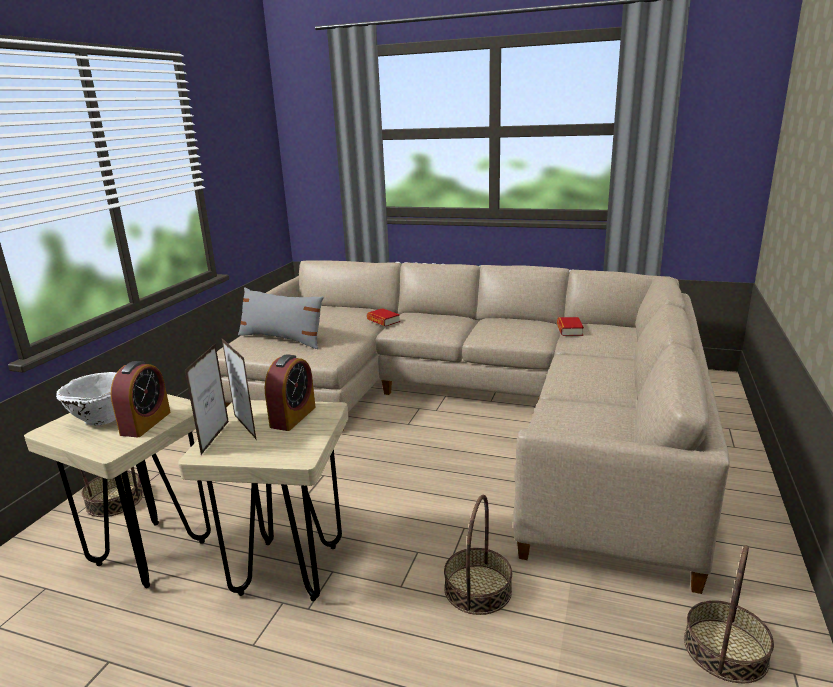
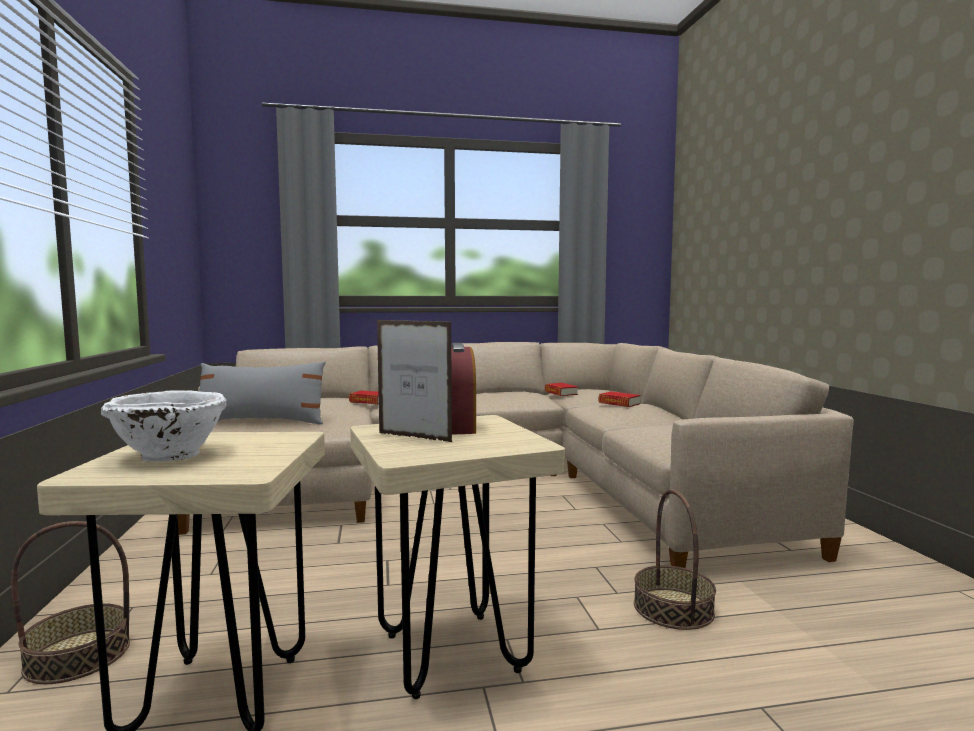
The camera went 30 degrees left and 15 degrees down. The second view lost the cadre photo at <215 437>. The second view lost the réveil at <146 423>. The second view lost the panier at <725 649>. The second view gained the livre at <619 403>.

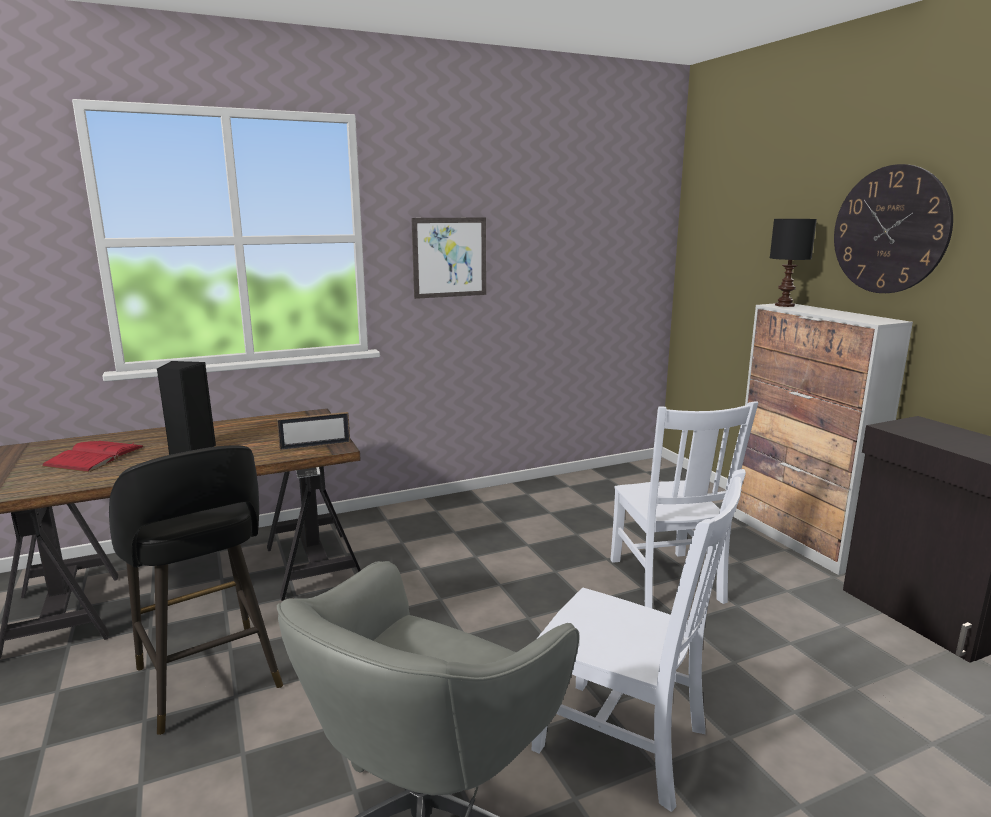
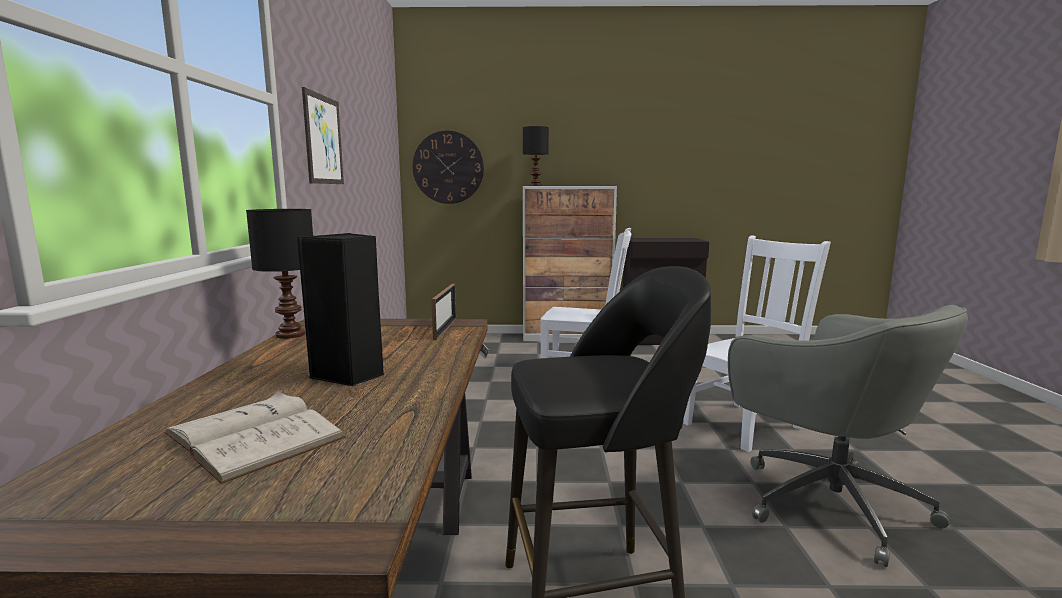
The camera went 65 degrees left and 5 degrees down. The horloge murale ended up elsewhere, having gone from <890 230> to <448 167>. What was the livre/rouge at <95 456> turned into the livre/blanc at <254 435>. The second view gained the lampe de table/noir at <291 334>.

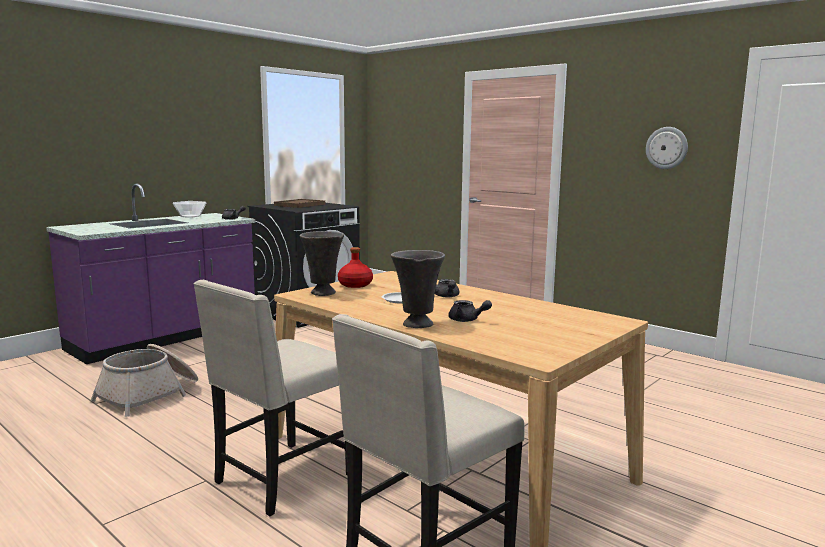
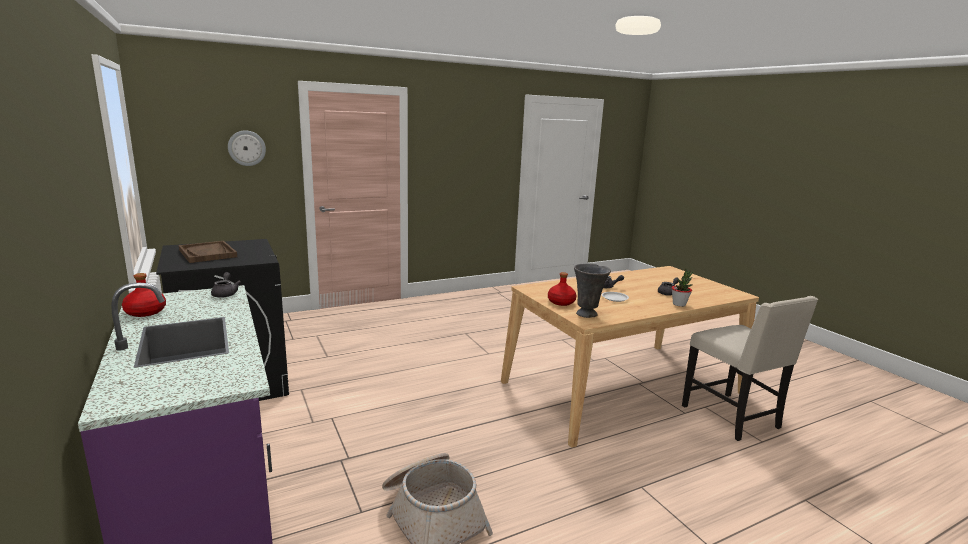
The camera went 70 degrees left and 5 degrees up. The horloge murale ended up elsewhere, having gone from <666 148> to <246 148>. Where the bol stood at <190 216>, the bouteille/rouge came to stand at <145 312>. Where the vase/gris stood at <416 325>, the plante en pot came to stand at <679 304>. The second view lost the chaise/beige at <281 479>.

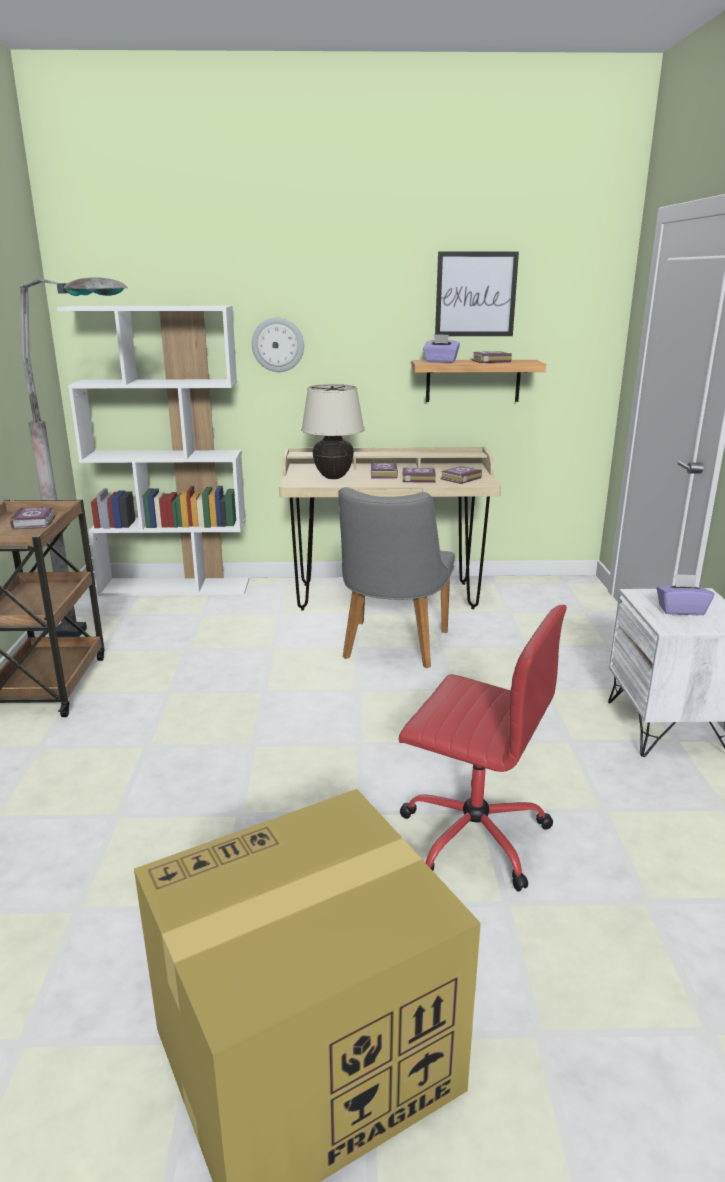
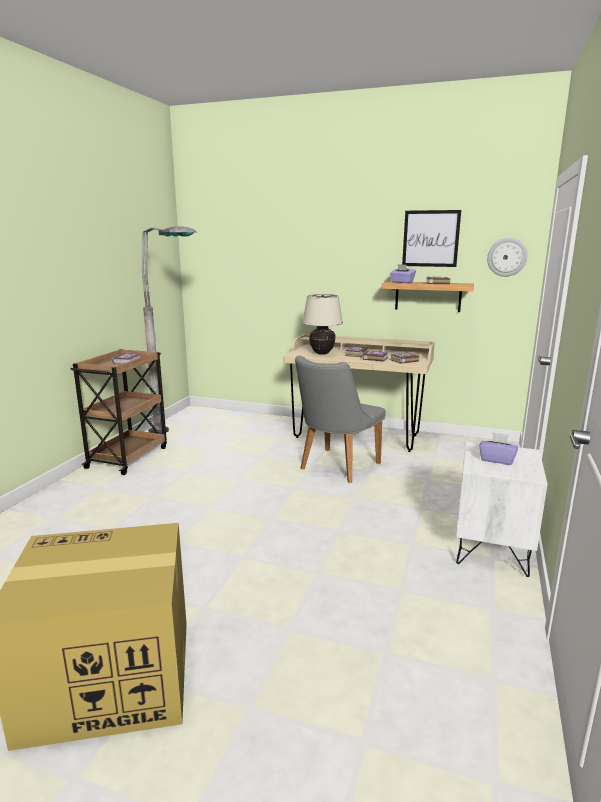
The camera went 20 degrees right and 5 degrees down. The second view lost the bibliothèque/blanc at <176 587>. The horloge murale ended up elsewhere, having gone from <278 345> to <507 257>. The second view lost the chaise de bureau/rouge at <471 835>.

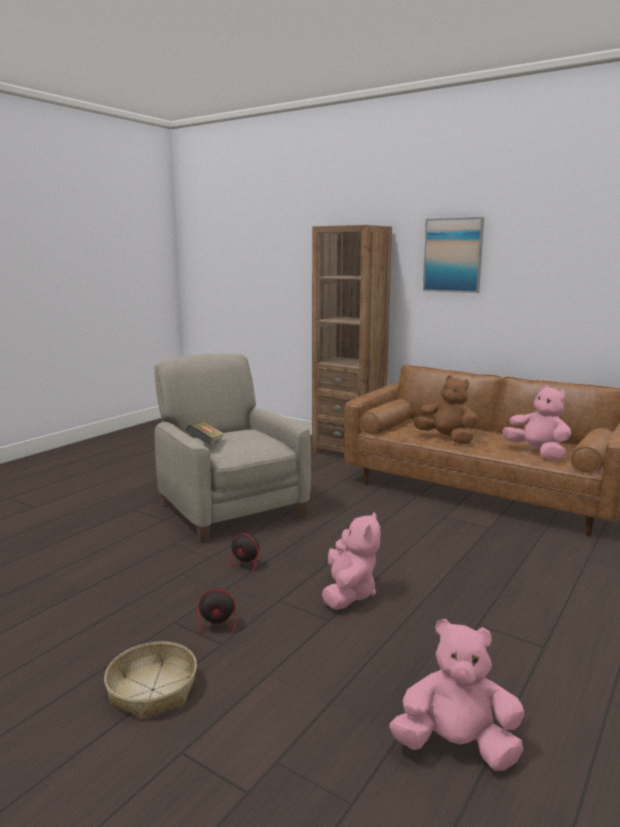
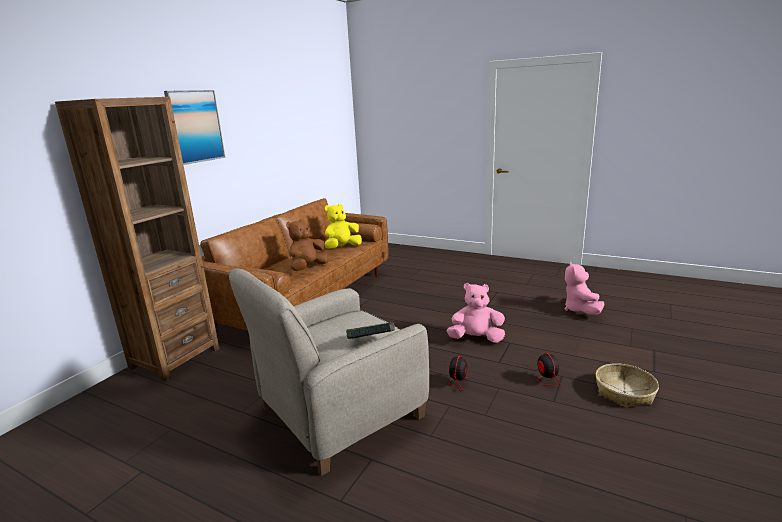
The camera went 95 degrees left and 5 degrees up. What was the peluche/rose at <537 453> turned into the peluche/jaune at <342 248>.

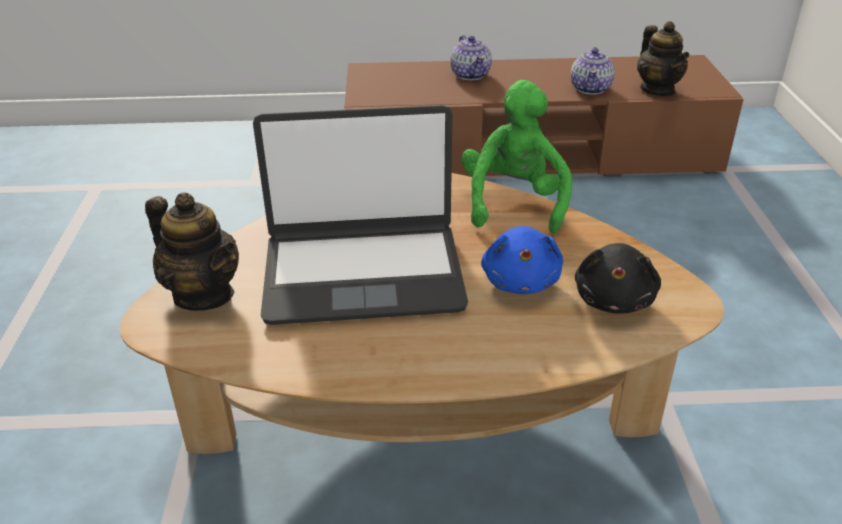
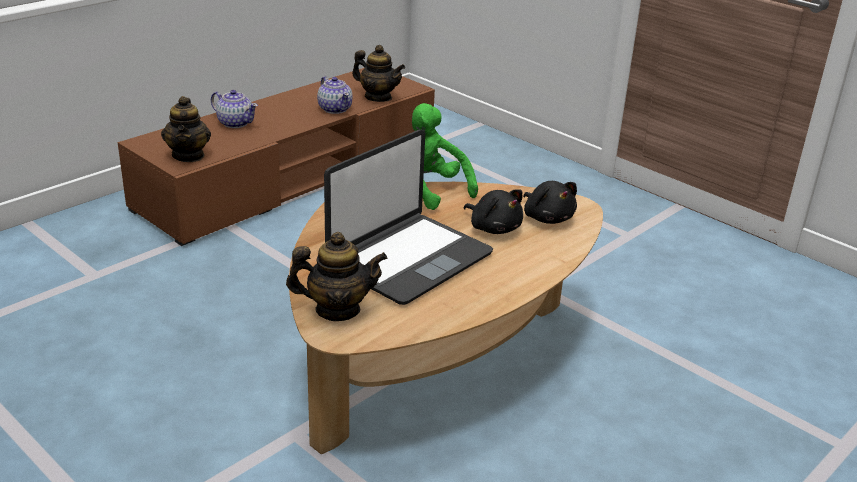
The camera went 45 degrees left and 5 degrees down. What was the peluche/bleu at <521 281> turned into the peluche/noir at <494 228>. The second view gained the théière at <188 155>.

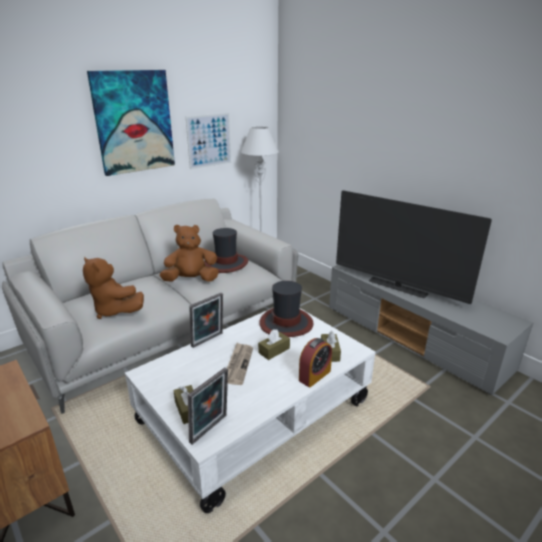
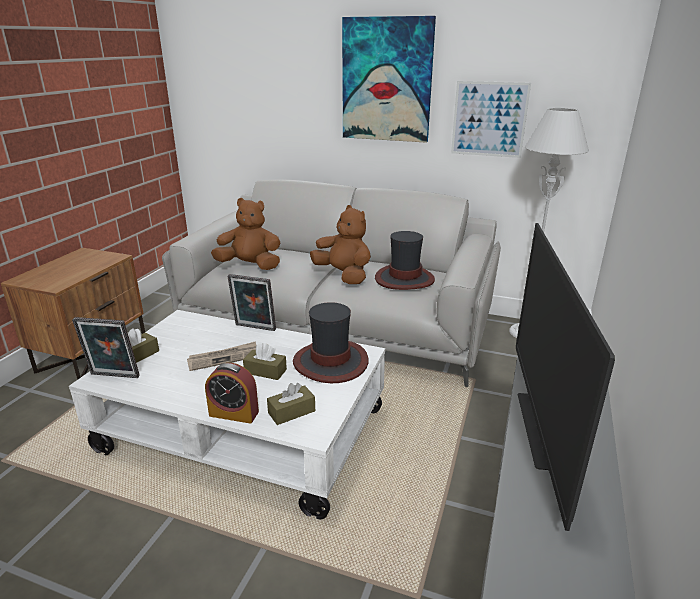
The camera went 60 degrees right and 0 degrees up. The peluche/marron at <115 310> ended up facing another way, 90 degrees clockwise from before.

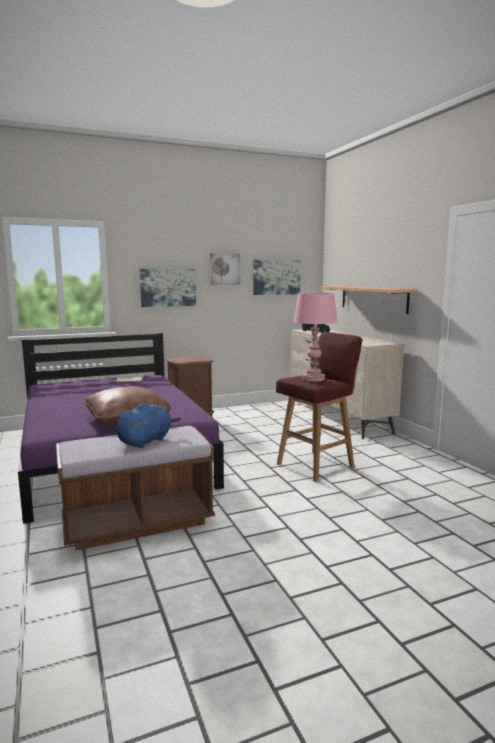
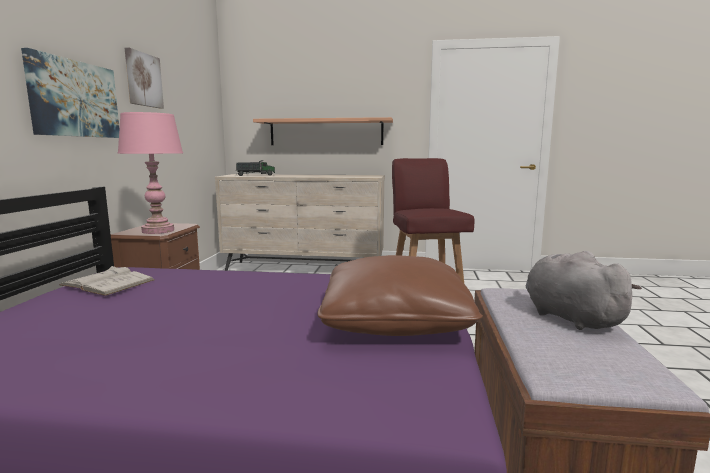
The camera went 60 degrees left and 0 degrees up. The second view lost the tableau at <276 277>. The lampe de table/rose ended up elsewhere, having gone from <313 379> to <158 231>. What was the peluche/bleu at <146 441> turned into the peluche/gris at <568 317>.

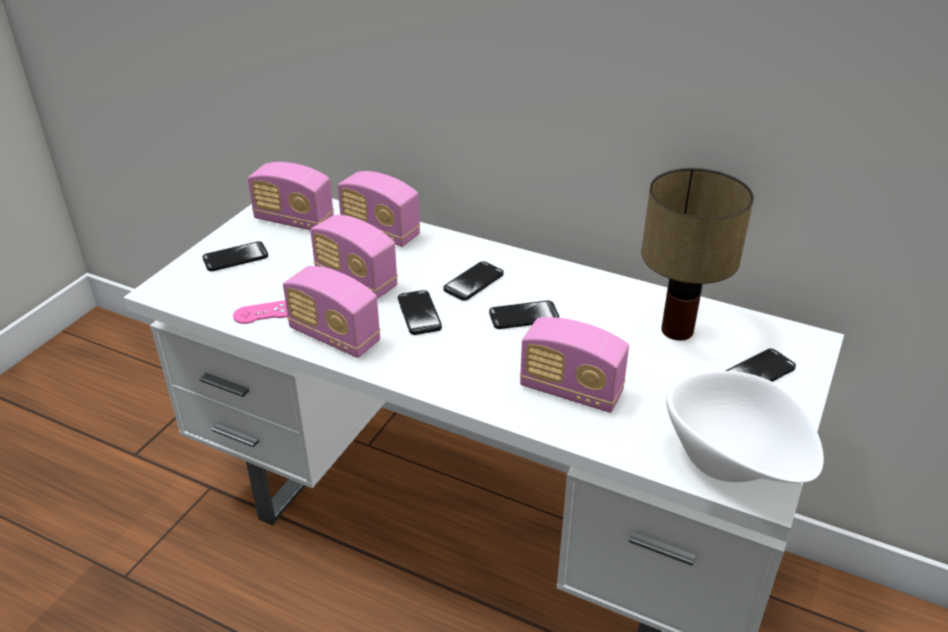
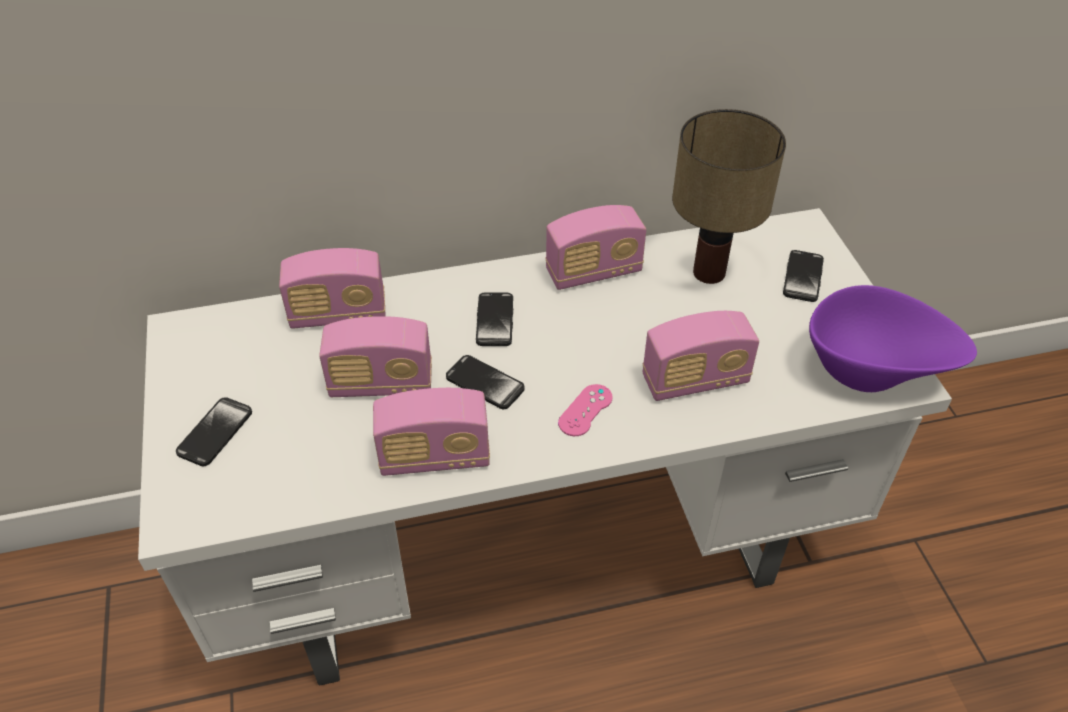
The camera went 40 degrees left and 10 degrees up. The radio ended up elsewhere, having gone from <294 221> to <593 272>. The manette/rose ended up elsewhere, having gone from <264 312> to <585 410>. The second view lost the téléphone at <523 316>. What was the bol/blanc at <734 467> turned into the bol/violet at <872 372>.

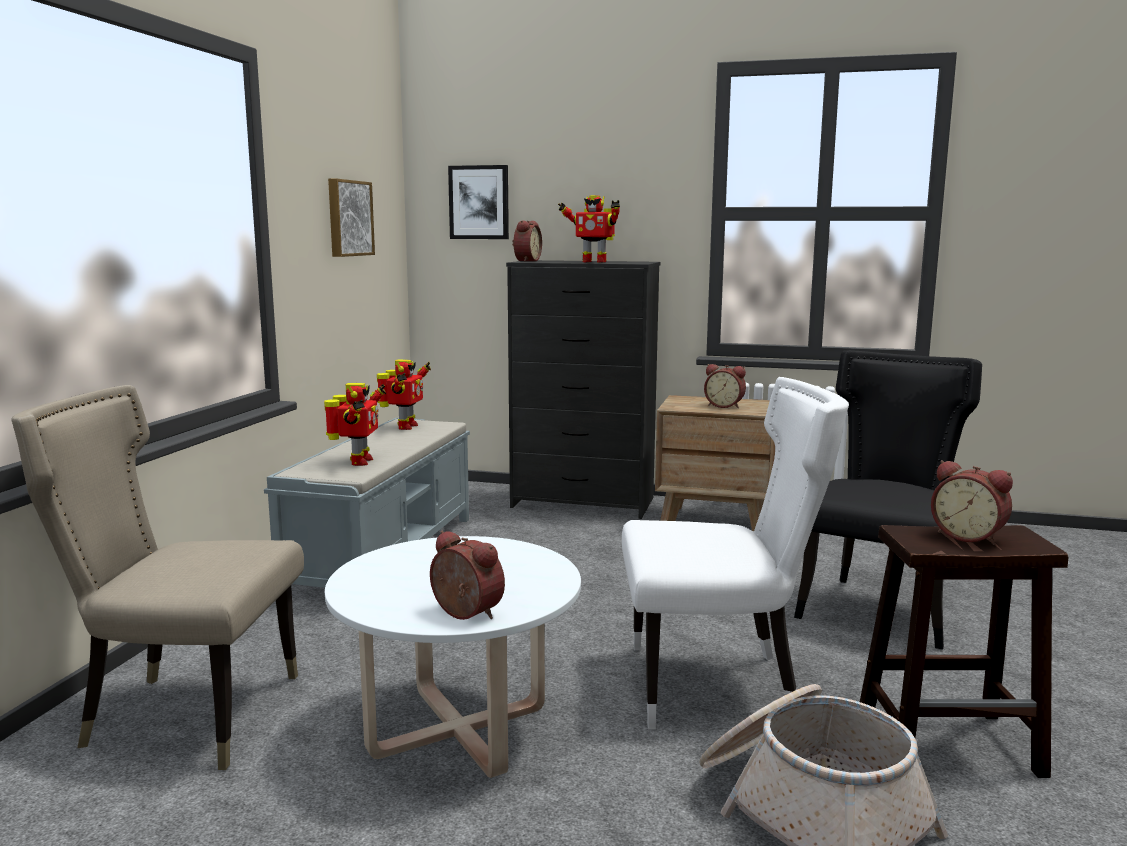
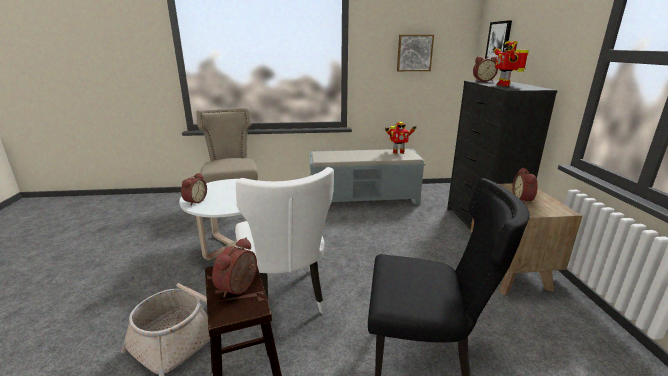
The camera went 70 degrees right and 10 degrees up. The second view lost the robot jouet at <358 462>.

